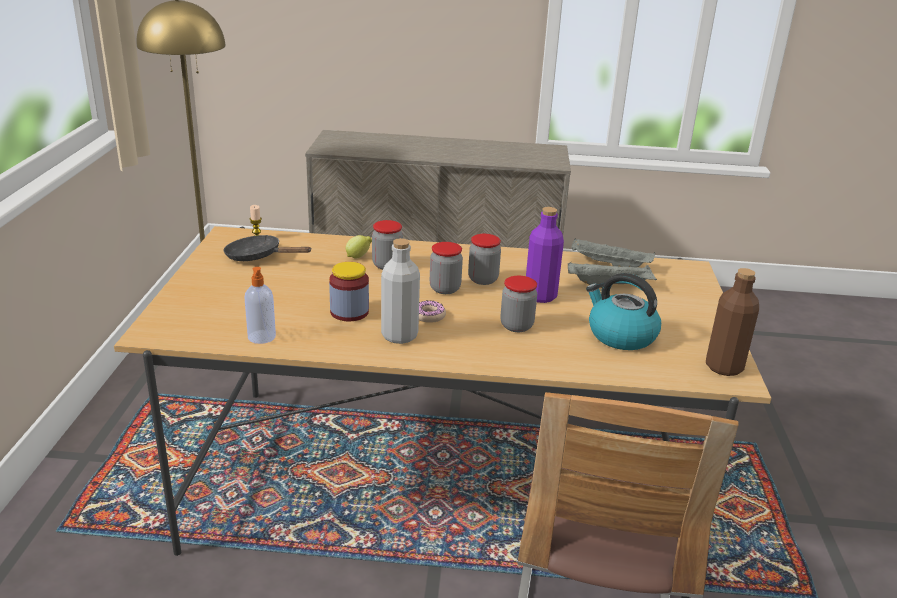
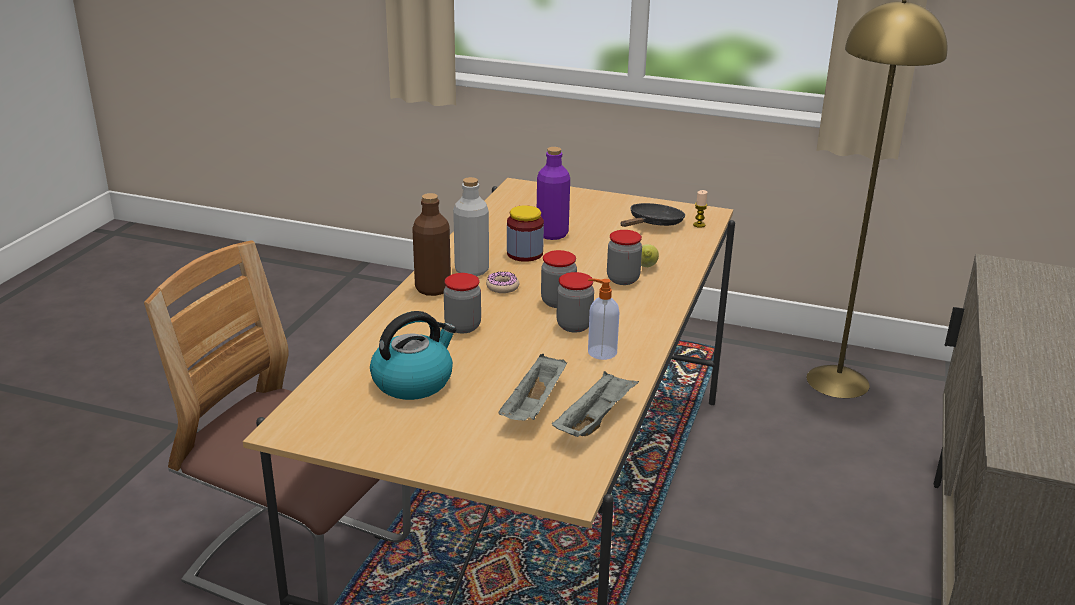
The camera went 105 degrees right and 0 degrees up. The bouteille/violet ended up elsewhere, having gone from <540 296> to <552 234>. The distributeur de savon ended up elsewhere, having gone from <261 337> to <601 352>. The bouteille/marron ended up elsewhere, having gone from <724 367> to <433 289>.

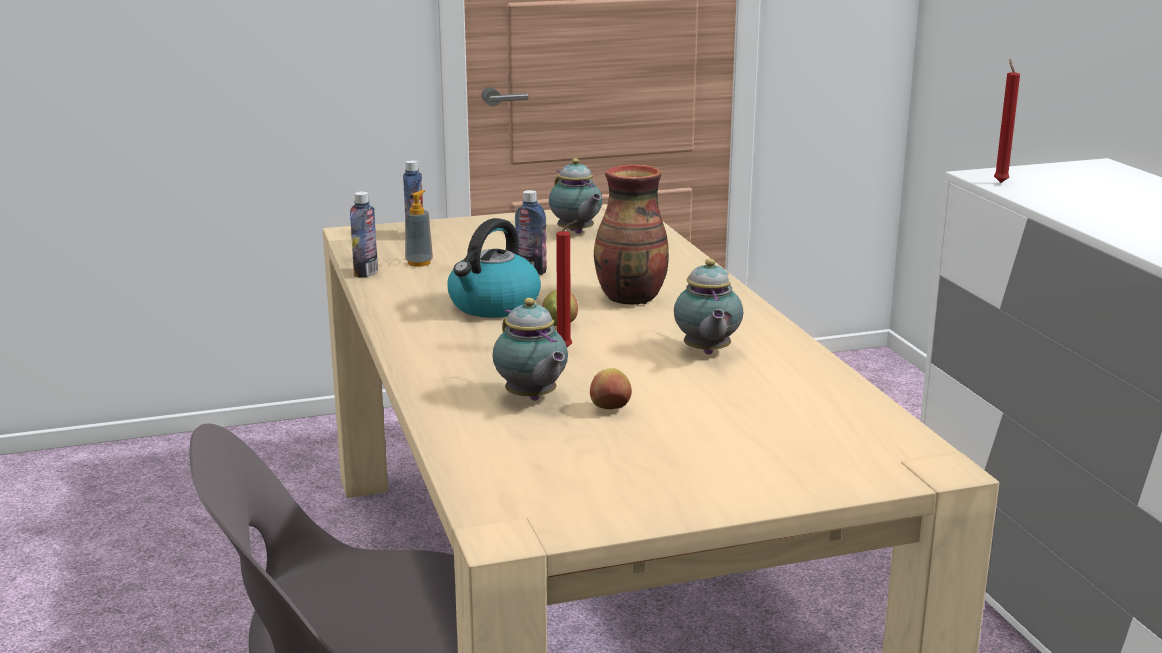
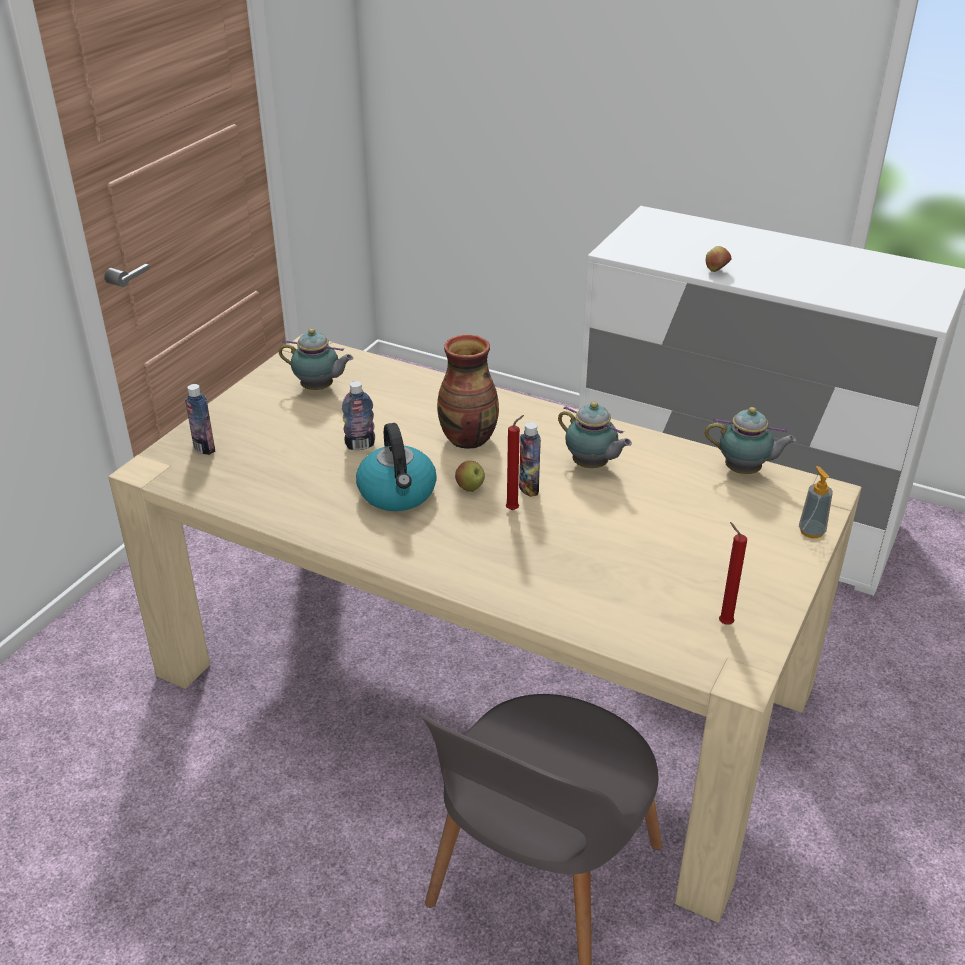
The camera went 45 degrees left and 15 degrees up. The bougie/rouge ended up elsewhere, having gone from <1000 182> to <723 623>. The distributeur de savon ended up elsewhere, having gone from <419 263> to <811 531>. The bouteille ended up elsewhere, having gone from <366 273> to <528 488>. The théière ended up elsewhere, having gone from <531 399> to <745 471>. The pomme ended up elsewhere, having gone from <610 409> to <716 271>.

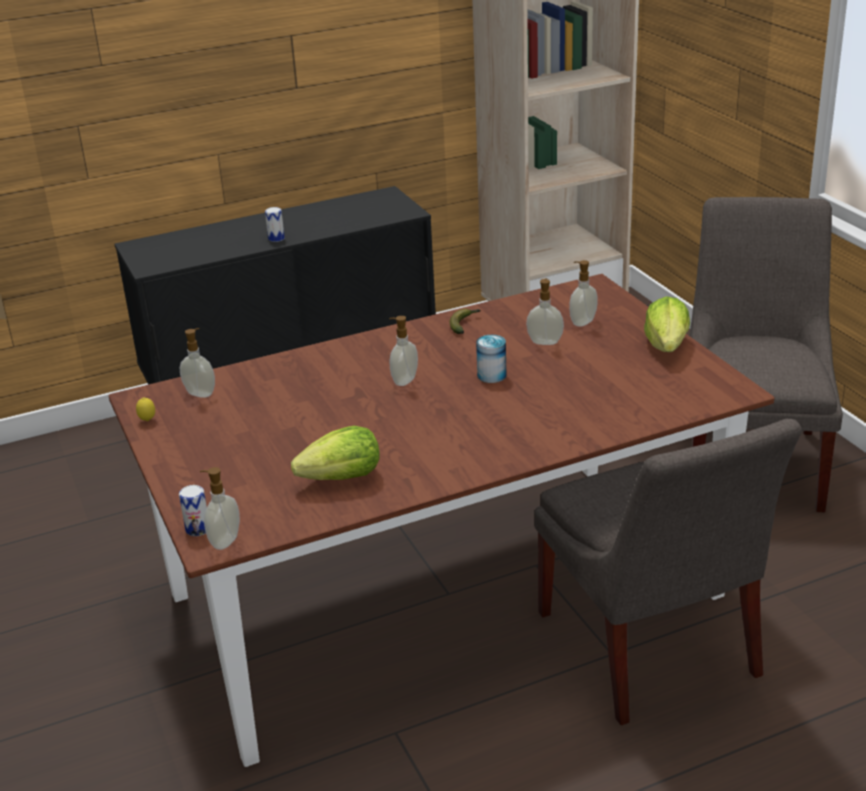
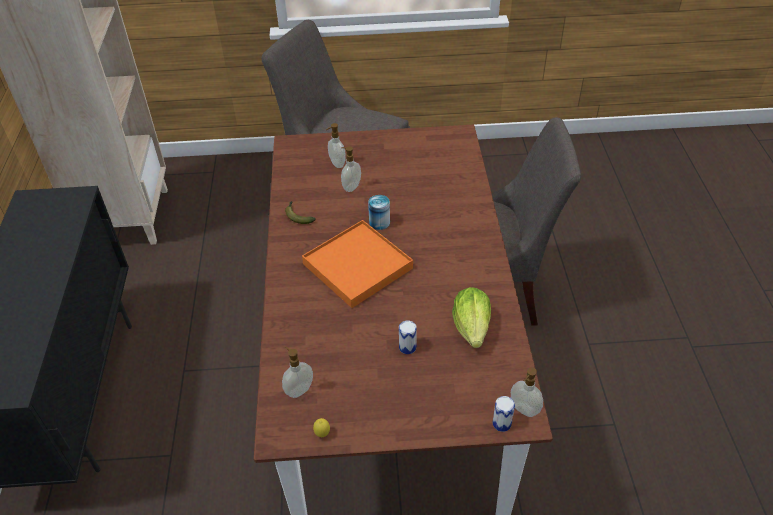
The camera went 70 degrees left and 15 degrees up. The boîte métallique ended up elsewhere, having gone from <276 238> to <407 347>. The second view lost the laitue at <667 346>. Where the distributeur de savon stood at <404 380>, the plateau/orange came to stand at <358 266>.

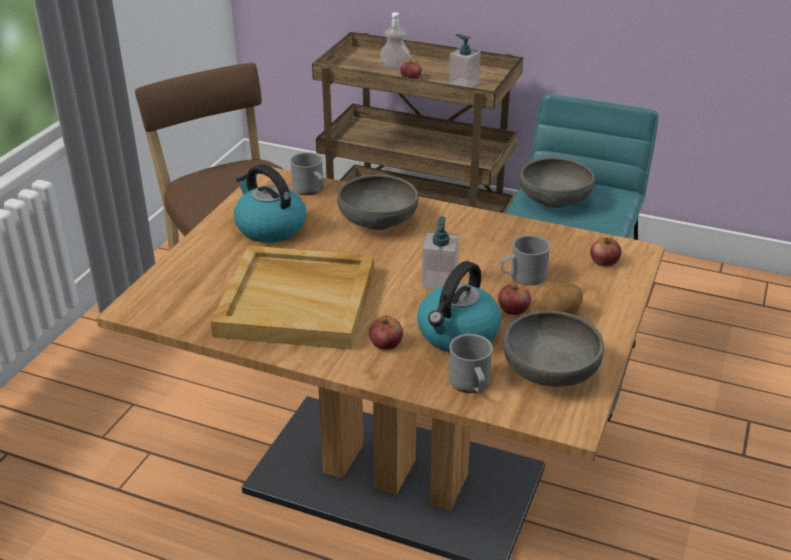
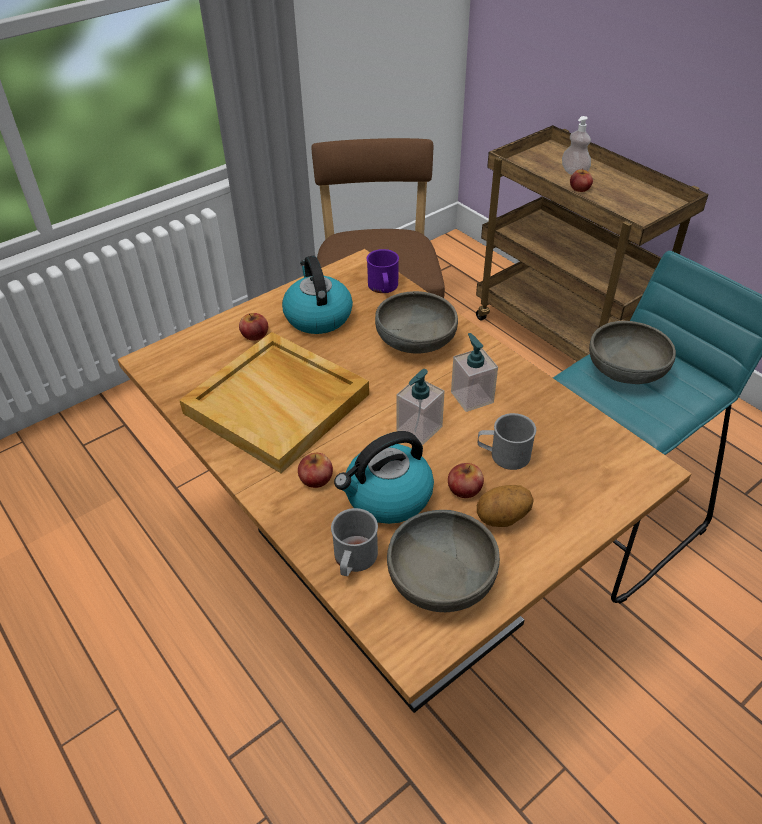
The camera went 30 degrees right and 10 degrees up. The distributeur de savon ended up elsewhere, having gone from <463 83> to <472 397>. What was the mug/gris at <311 190> turned into the mug/violet at <383 288>. The pomme ended up elsewhere, having gone from <604 261> to <255 334>.

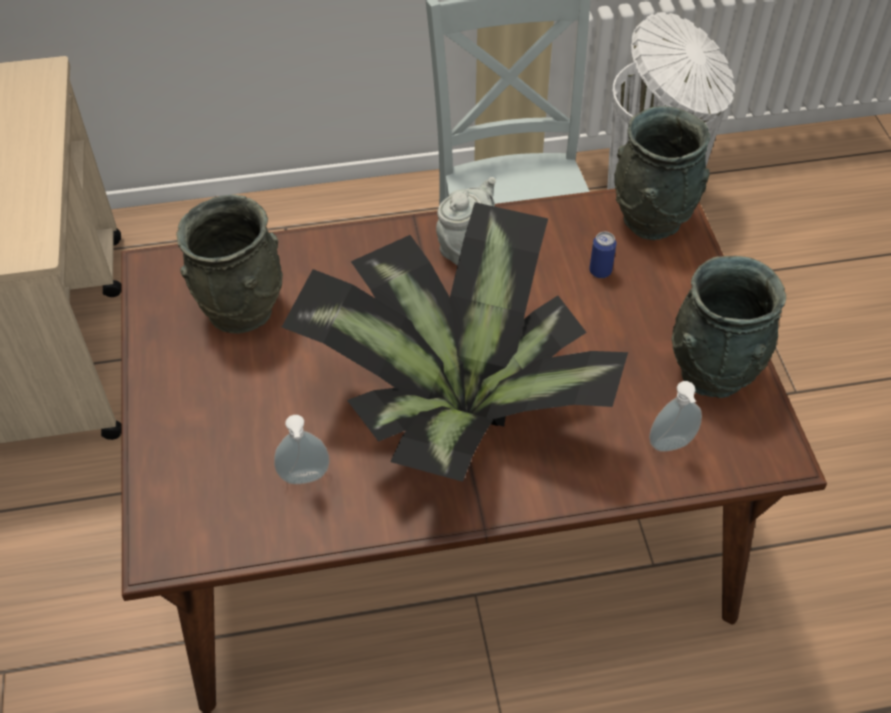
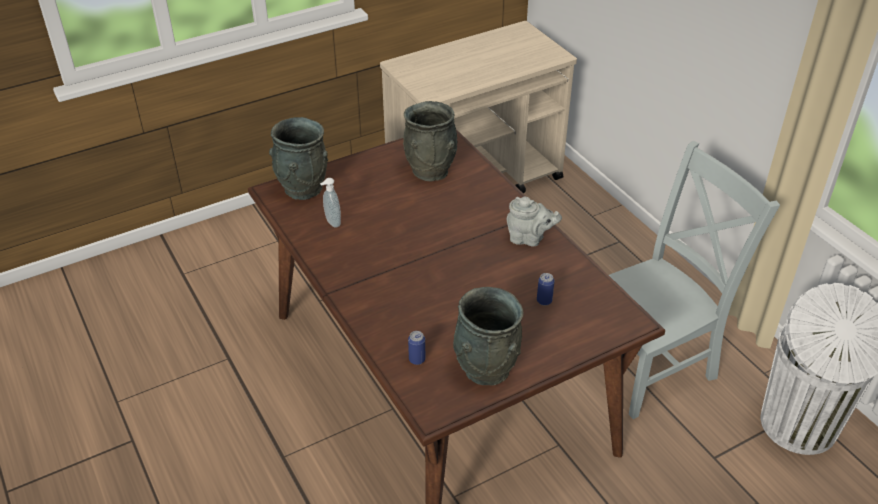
The camera went 70 degrees right and 10 degrees down. The vase/gris ended up elsewhere, having gone from <653 220> to <302 189>. The second view lost the plante en pot at <455 403>. Where the distributeur de savon stood at <672 446>, the boîte métallique came to stand at <417 359>.

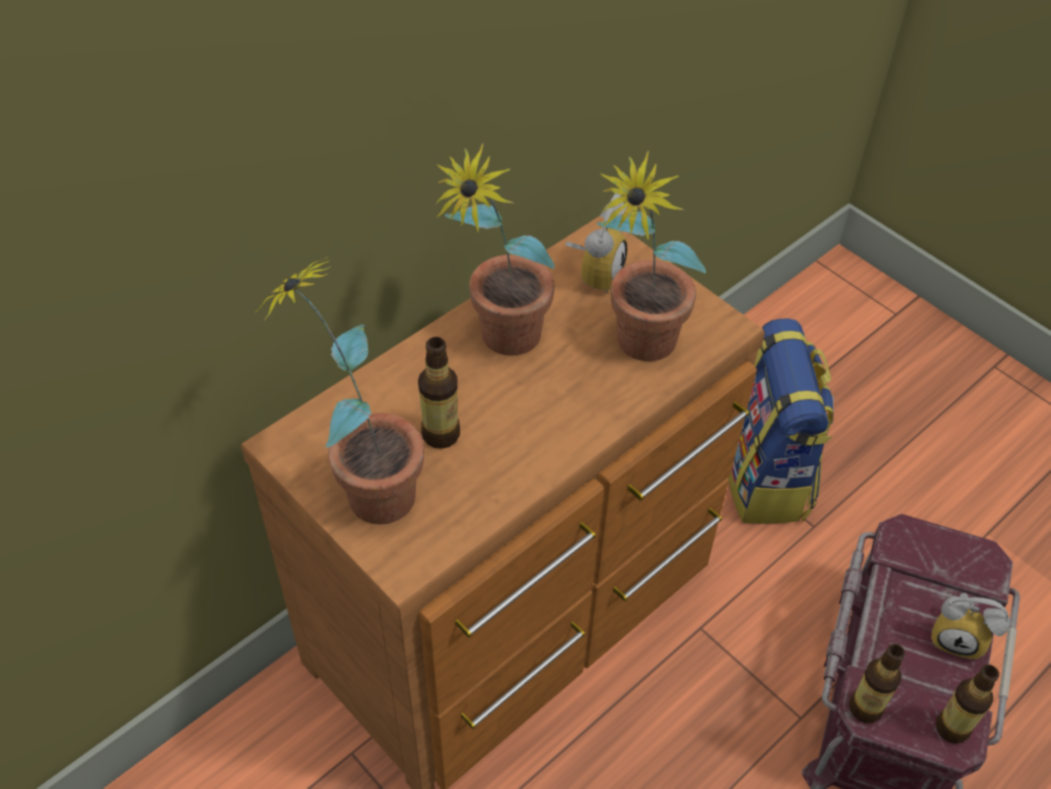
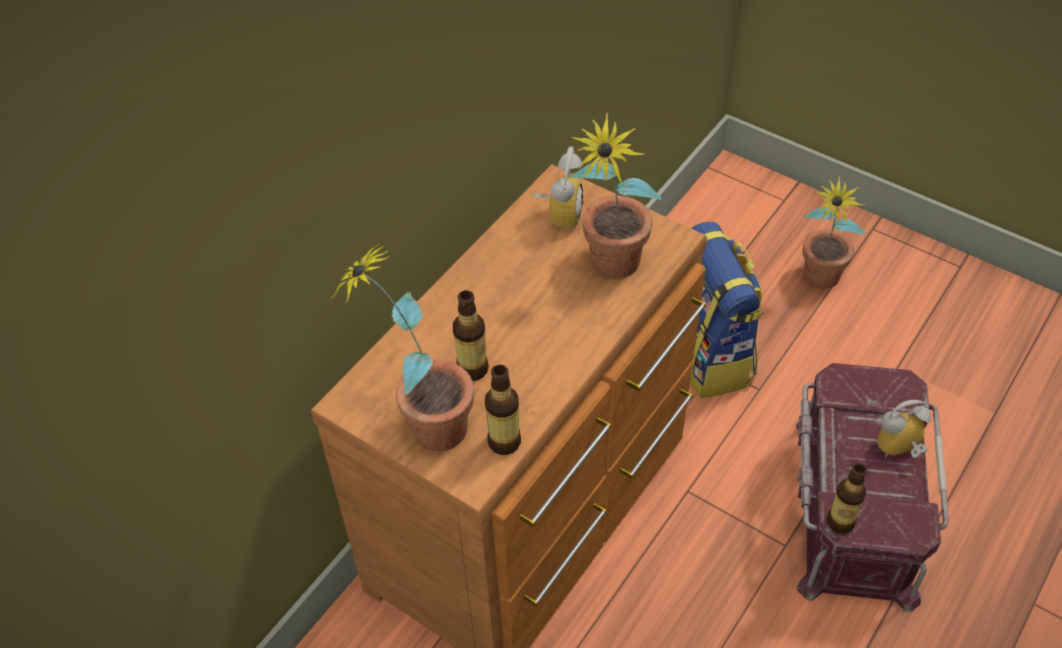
The camera went 10 degrees left and 0 degrees up. The plante en pot ended up elsewhere, having gone from <498 345> to <818 283>. The réveil at <959 638> ended up facing another way, 150 degrees clockwise from before. The bouteille ended up elsewhere, having gone from <952 728> to <504 442>.

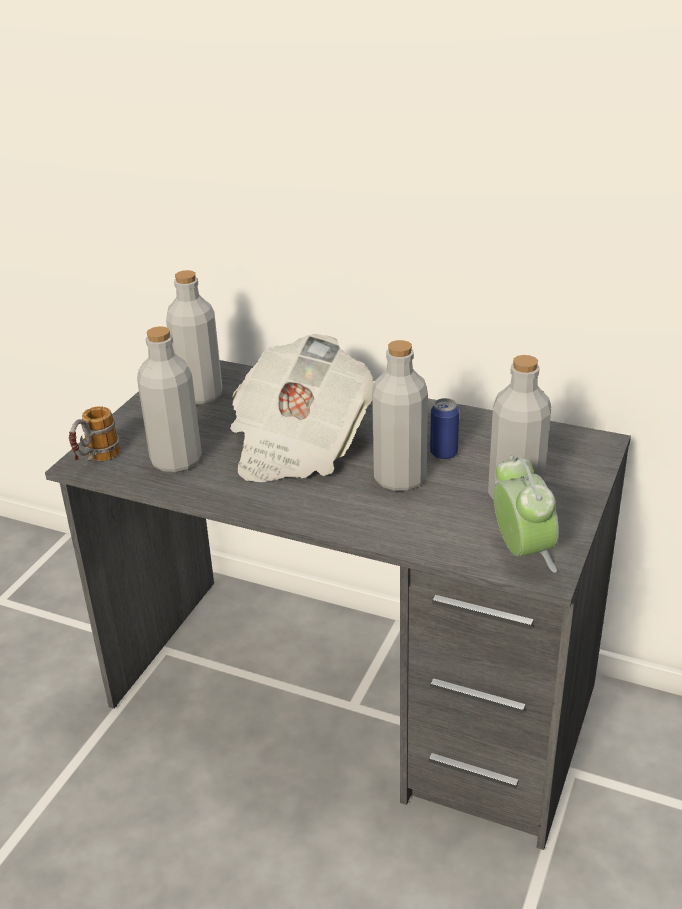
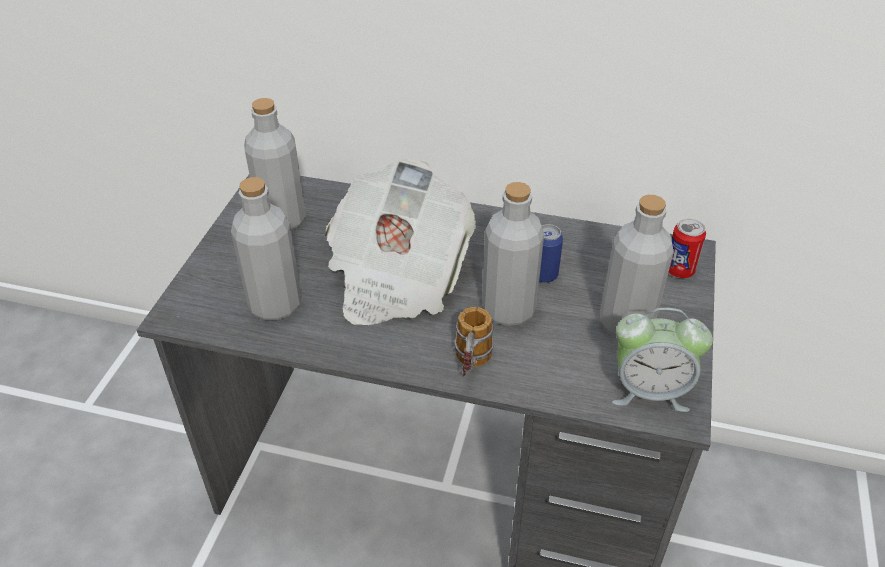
The camera went 10 degrees left and 10 degrees up. The mug ended up elsewhere, having gone from <95 461> to <471 366>. The réveil at <522 552> ended up facing another way, 120 degrees clockwise from before. The second view gained the boîte métallique at <679 270>.

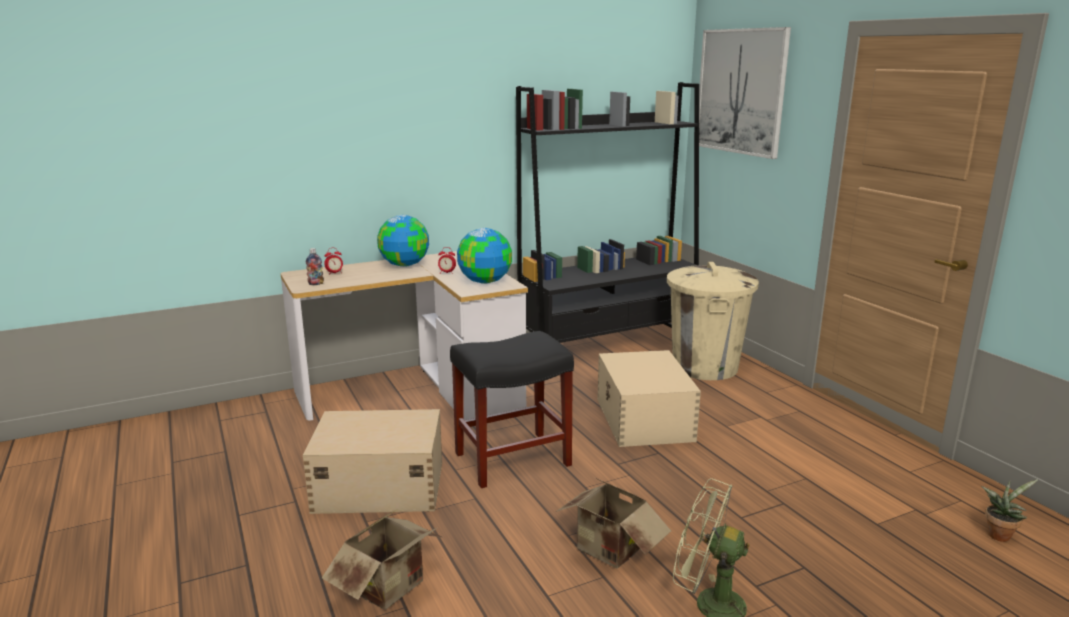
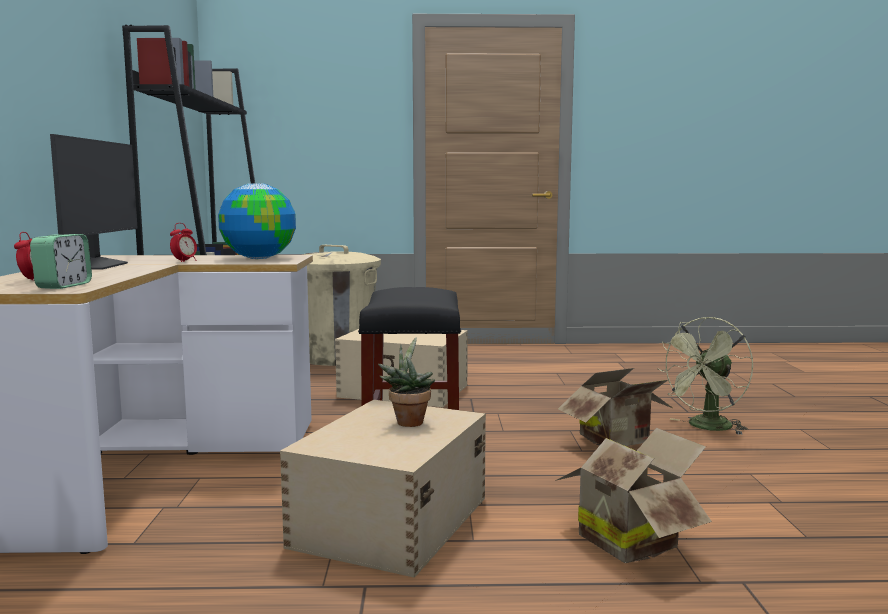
The camera went 65 degrees left and 10 degrees down. The second view lost the tableau at <741 91>. Where the globe stood at <405 265>, the écran d'ordinateur came to stand at <94 266>. Where the bouteille stood at <316 284>, the réveil came to stand at <64 286>. The plante en pot ended up elsewhere, having gone from <999 534> to <408 421>.

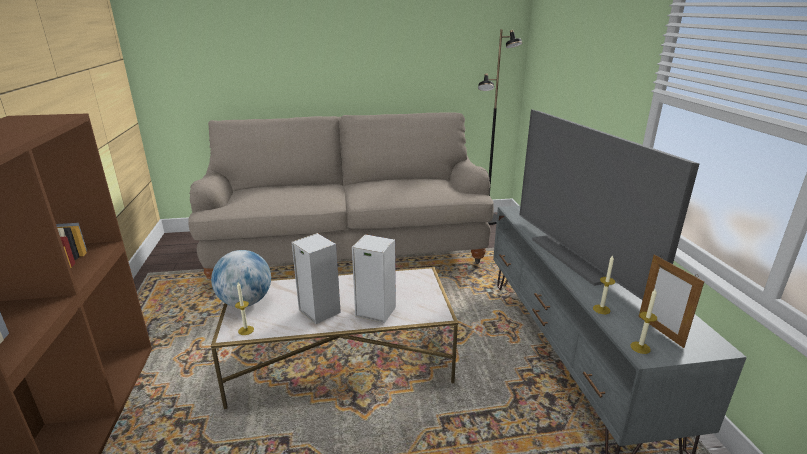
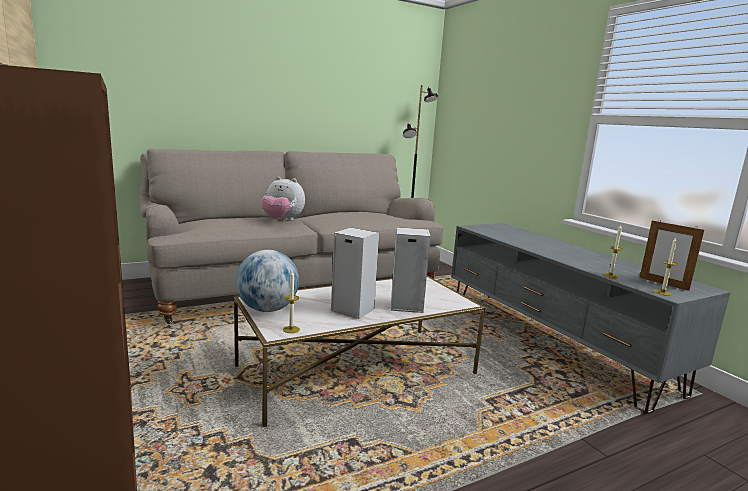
The camera went 20 degrees left and 10 degrees down. The second view lost the téléviseur at <581 257>. The second view gained the peluche at <282 220>.

